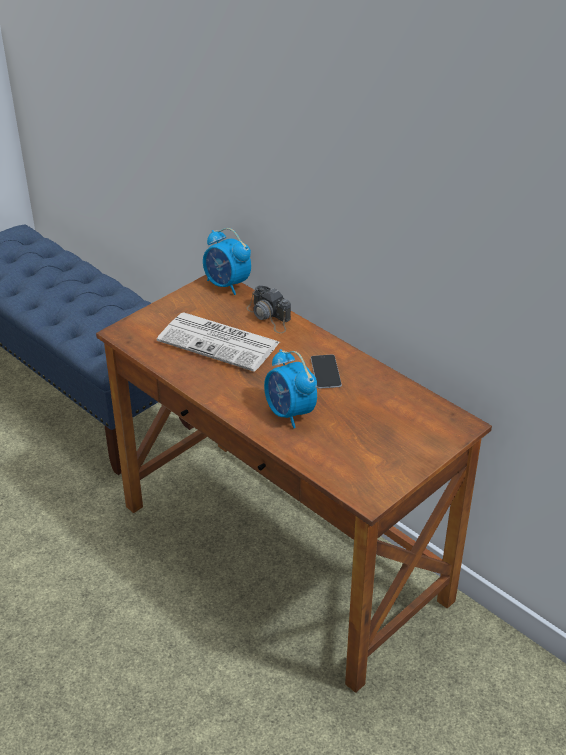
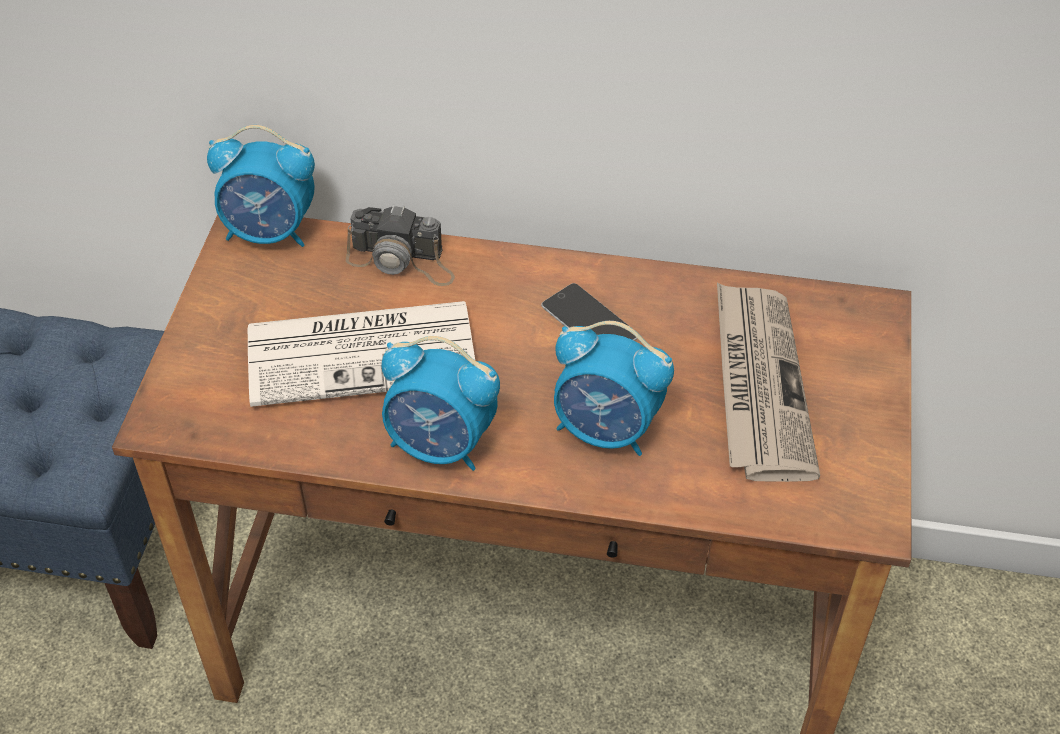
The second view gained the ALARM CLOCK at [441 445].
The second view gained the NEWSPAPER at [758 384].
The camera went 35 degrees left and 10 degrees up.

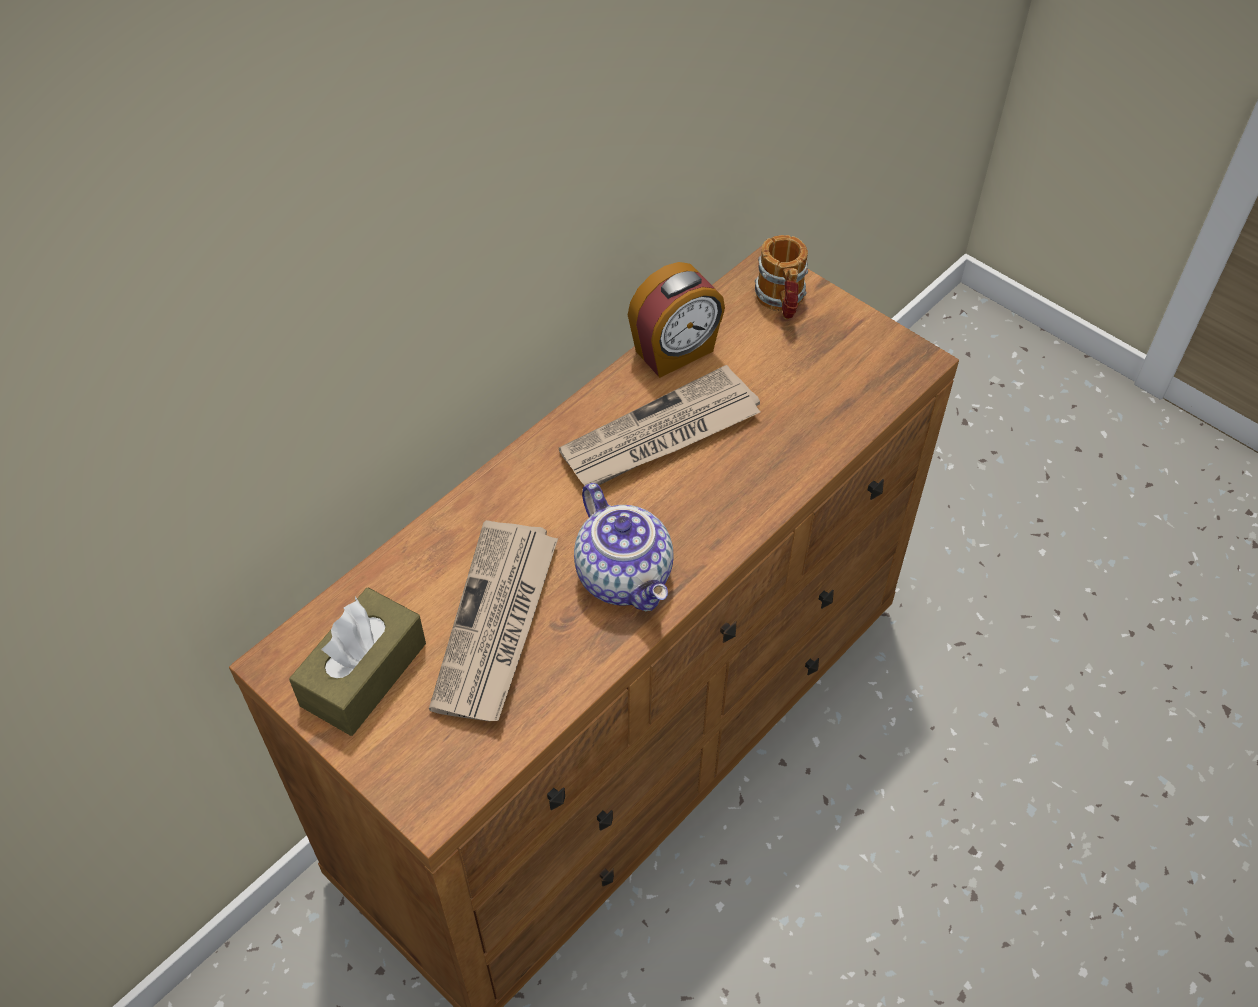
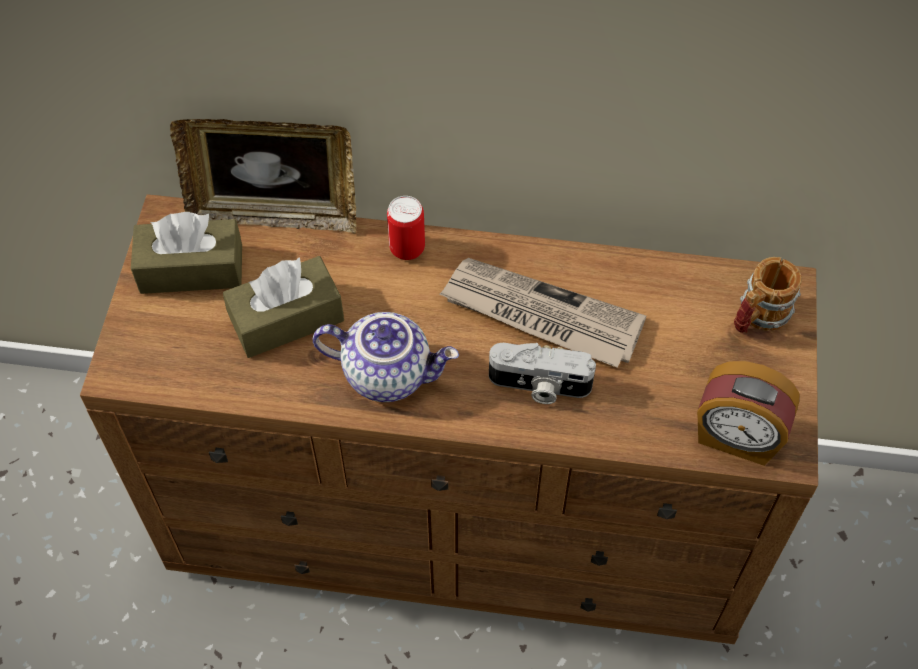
The second view gained the PICTURE FRAME at [274 214].
The second view gained the CAN at [407 248].
The second view gained the PHOTO CAMERA at [539 386].
The ALARM CLOCK ended up elsewhere, having gone from [675 352] to [736 437].
Where the NEWSPAPER stood at [497 624], the BROWN TISSUE BOX came to stand at [286 319].
The TEAPOT at [626 576] ended up facing another way, 105 degrees counterclockwise from before.
The camera went 55 degrees right and 5 degrees up.

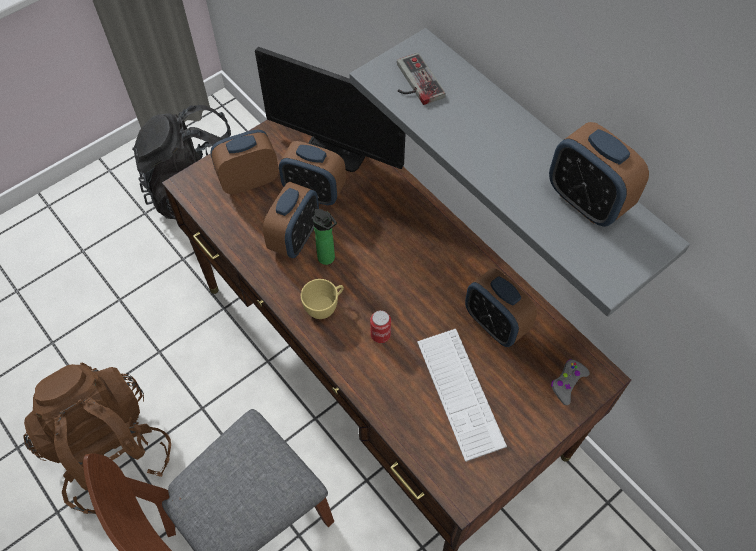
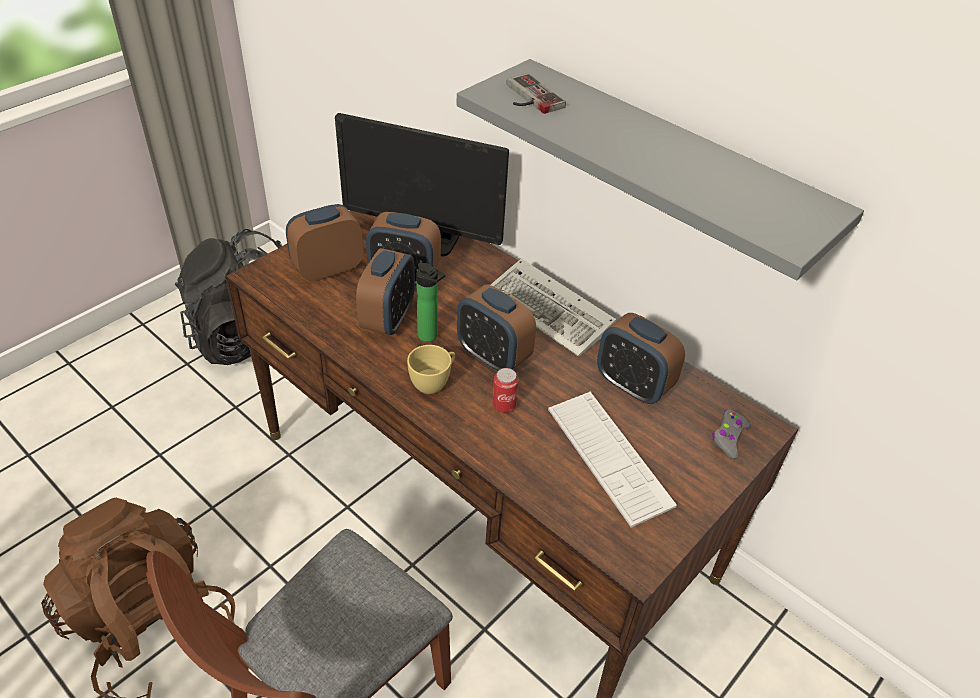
The second view gained the KEYBOARD at [551 312].
The ALARM CLOCK ended up elsewhere, having gone from [586 201] to [493 356].
The camera went 10 degrees left and 15 degrees down.

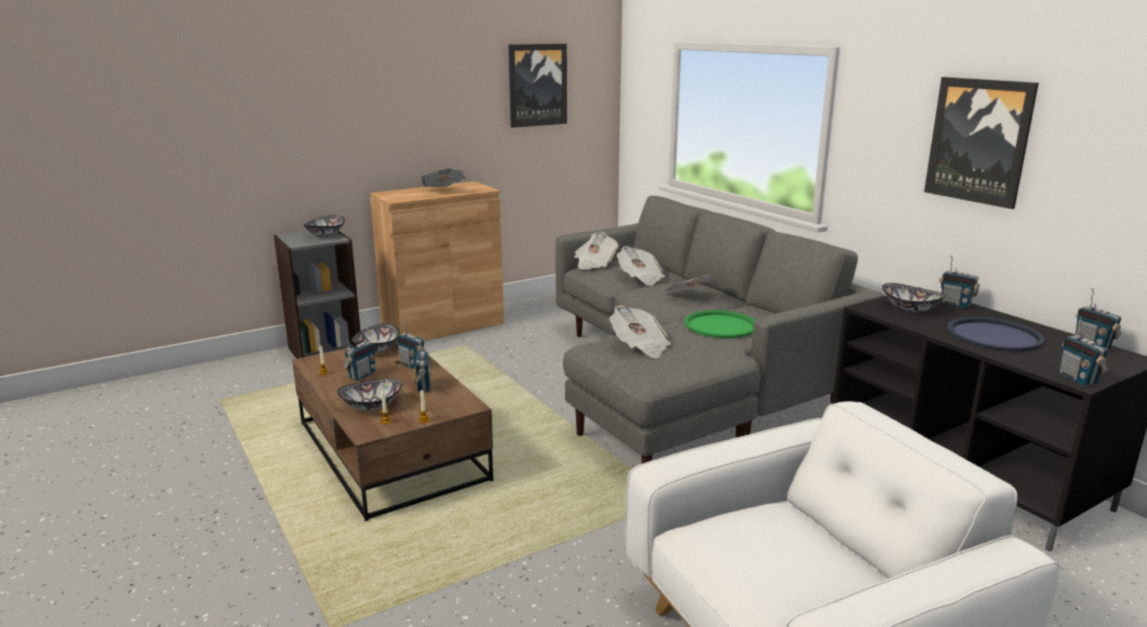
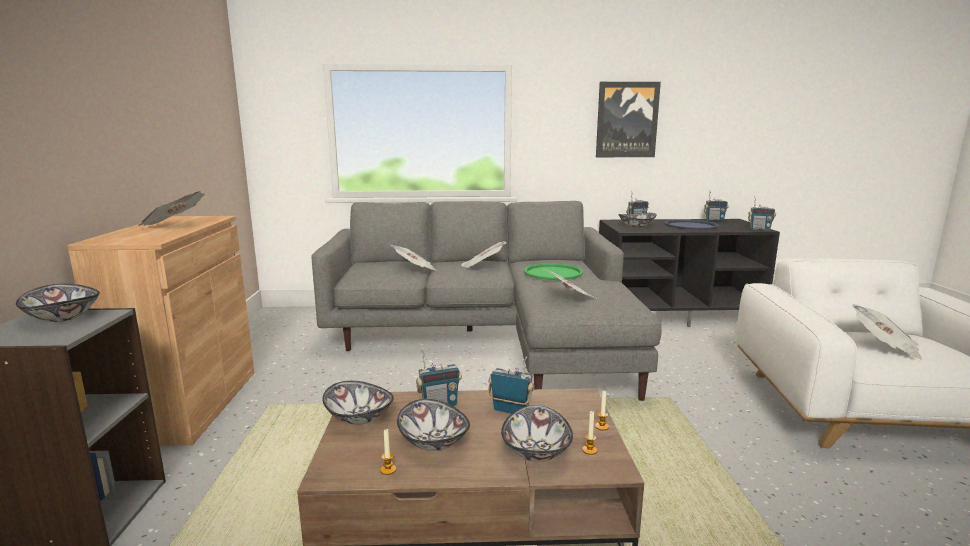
The second view lost the PICTURE at [537 85].
The NEWSPAPER ended up elsewhere, having gone from [594 263] to [884 347].
Where the RADIO stood at [362 375], the BOWL came to stand at [433 442].
The camera went 60 degrees left and 5 degrees down.

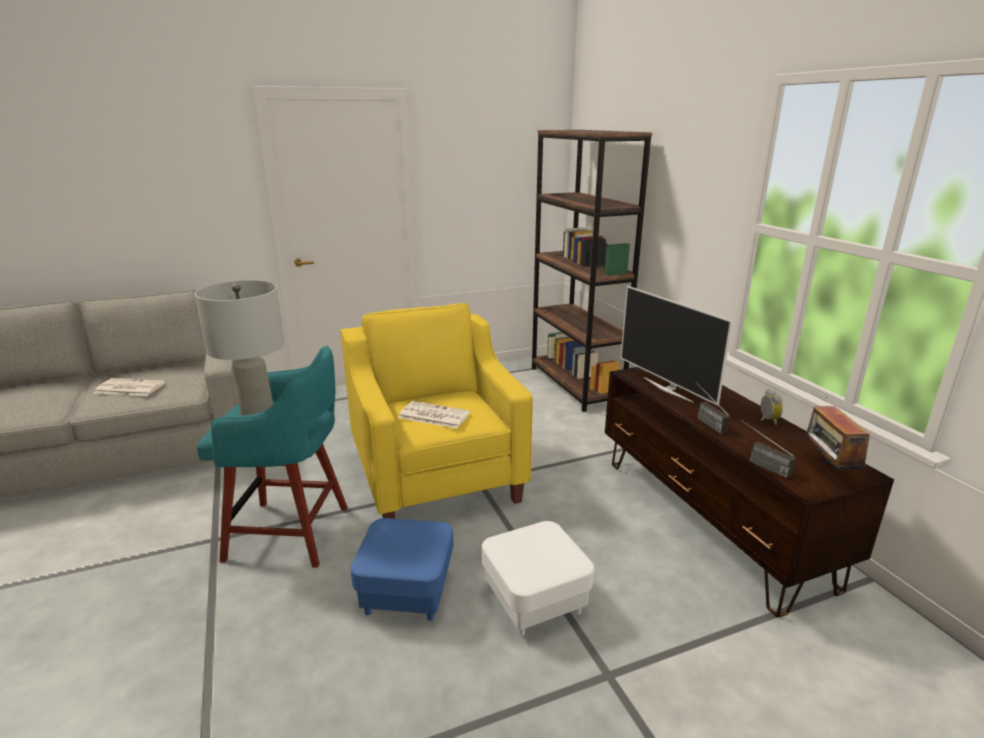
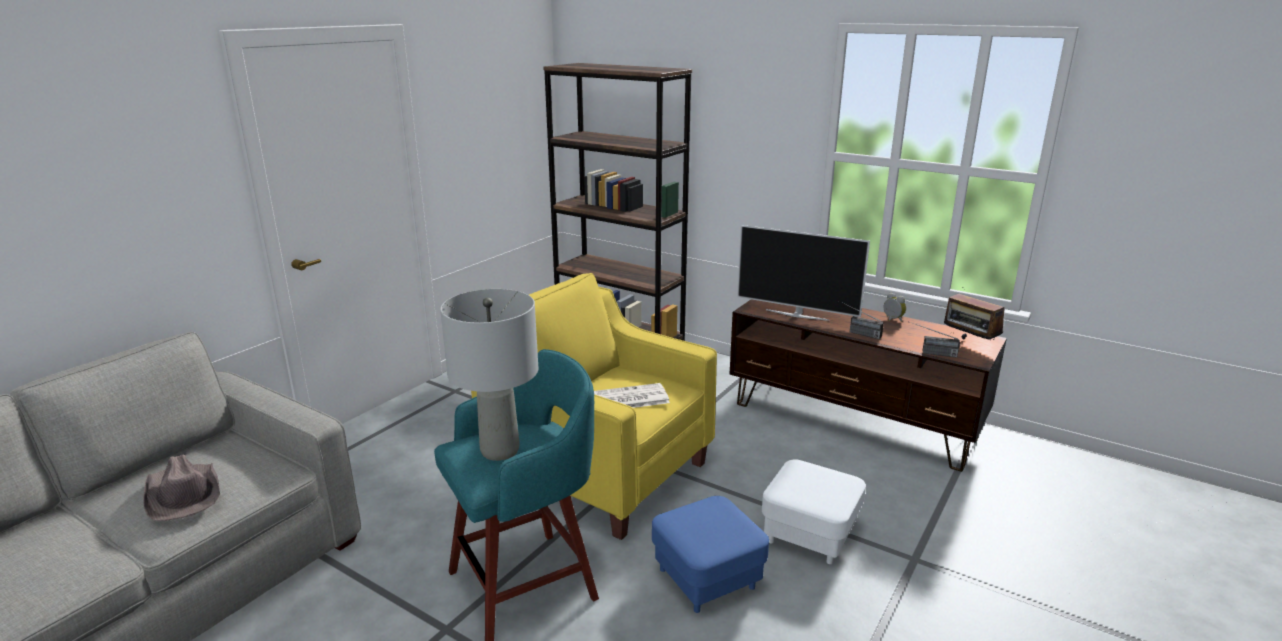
Where the NEWSPAPER stood at [129 388], the BROWN HAT came to stand at [183 494].
The camera went 35 degrees left and 0 degrees up.

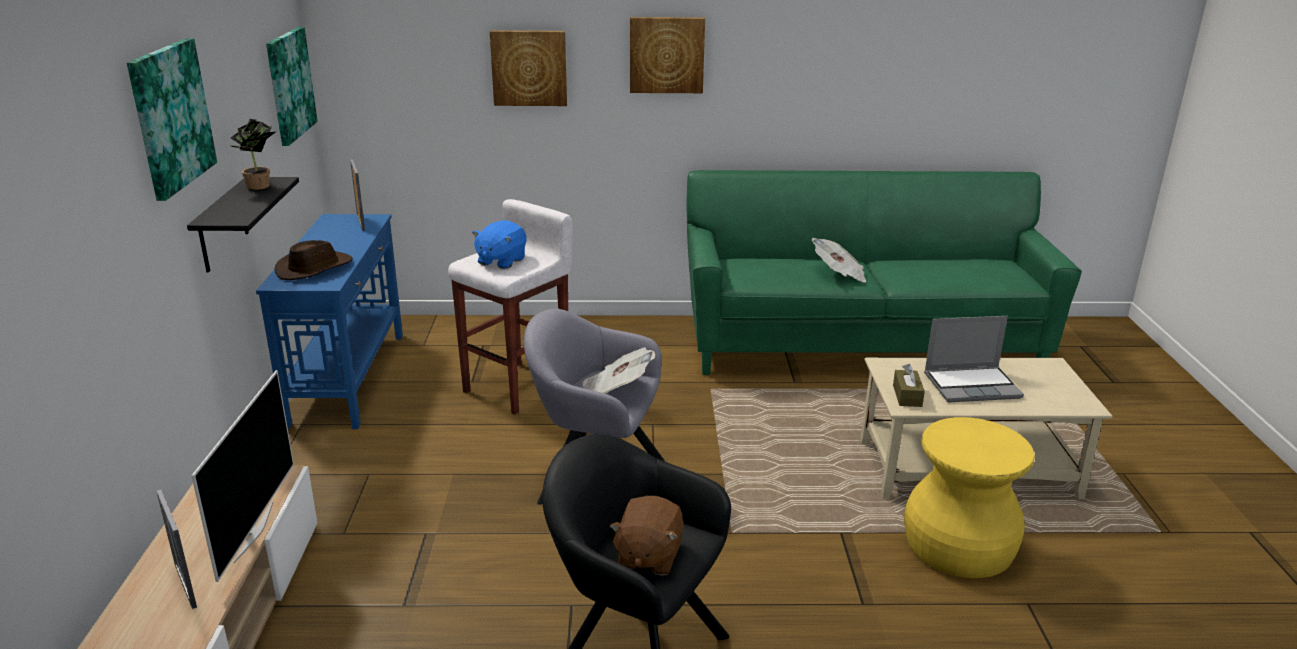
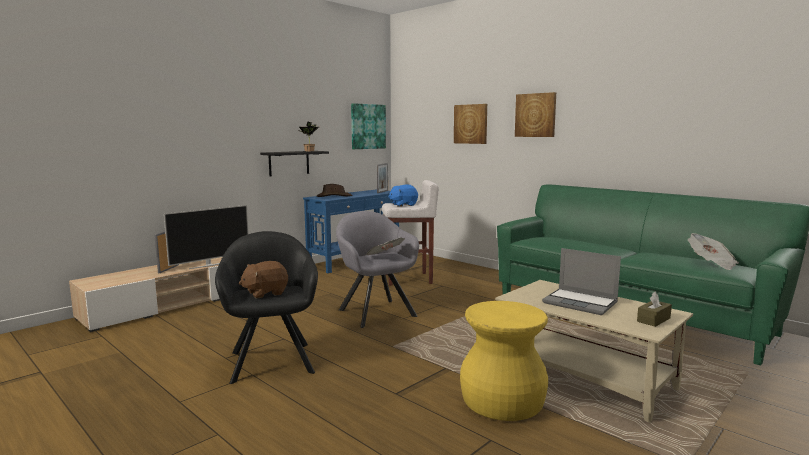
The second view lost the PICTURE at [170 117].
The NEWSPAPER ended up elsewhere, having gone from [839 274] to [711 263].
The BROWN TISSUE BOX ended up elsewhere, having gone from [907 396] to [653 320].
The camera went 45 degrees right and 15 degrees down.

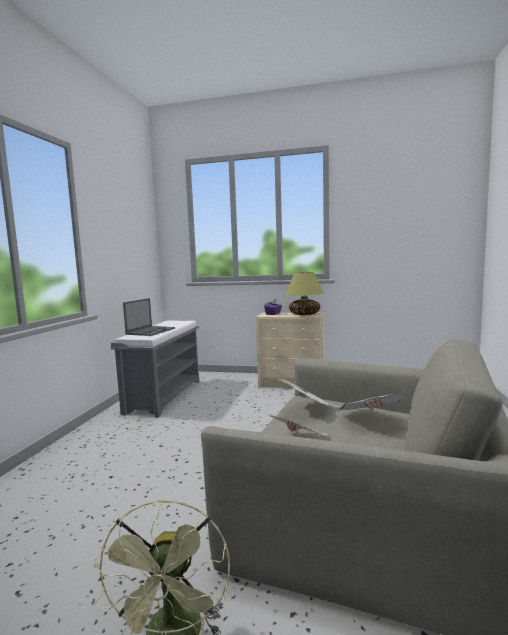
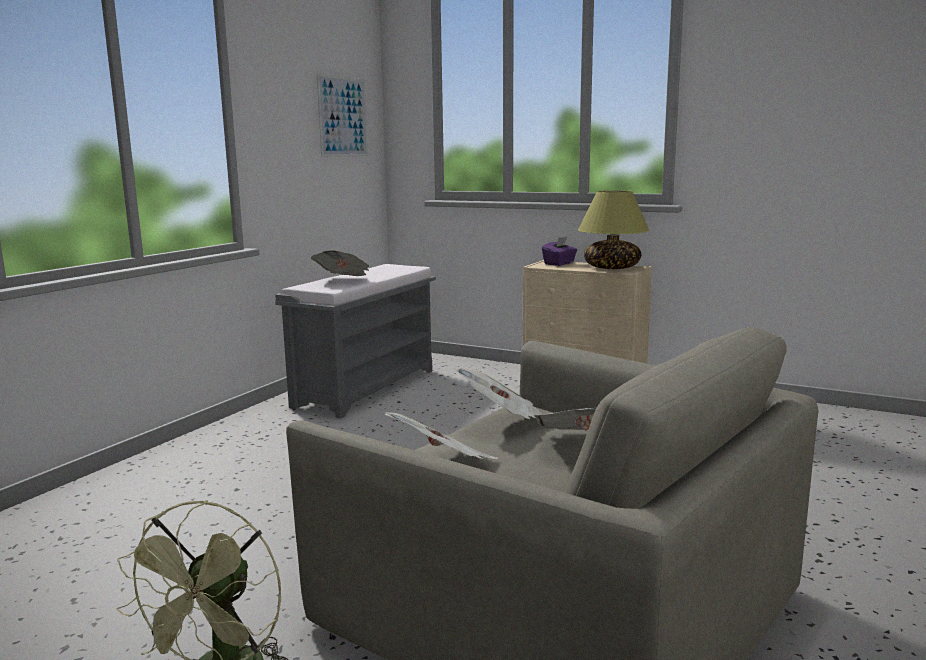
The second view gained the PICTURE at [343 117].
Where the LAPTOP stood at [151 331], the NEWSPAPER came to stand at [343 280].
The camera went 15 degrees right and 5 degrees up.

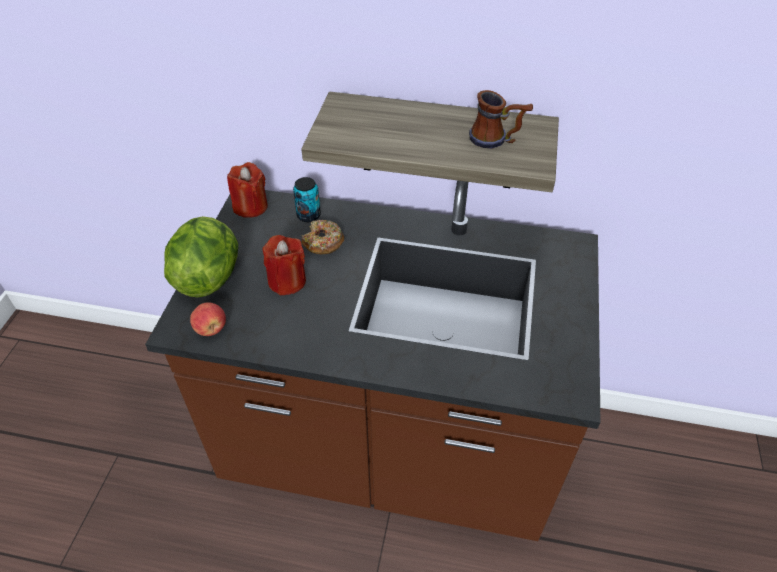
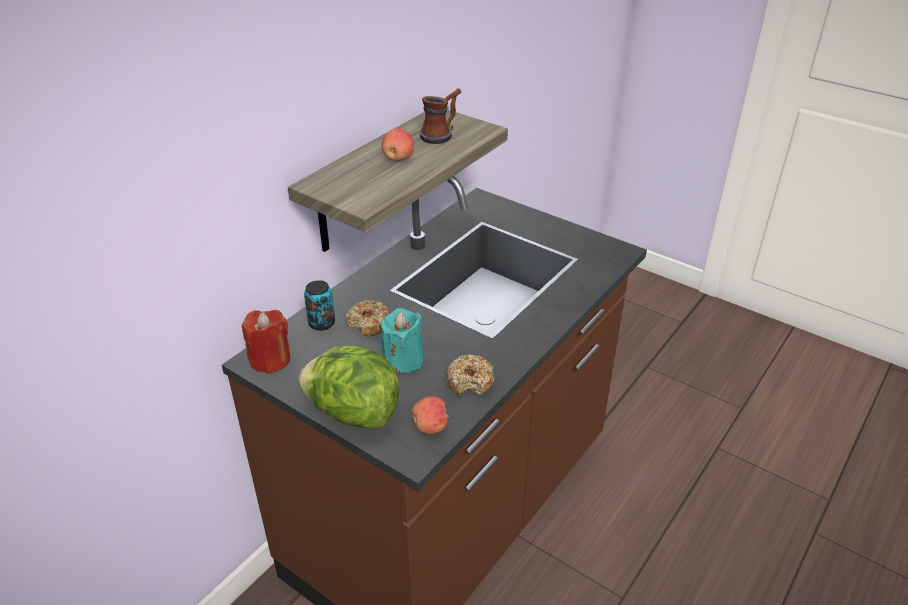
The second view gained the APPLE at [398 158].
The second view gained the DONUT at [470 381].
What was the RED CANDLE at [287 281] turned into the TURQUOISE CANDLE at [403 360].
The camera went 65 degrees left and 10 degrees down.

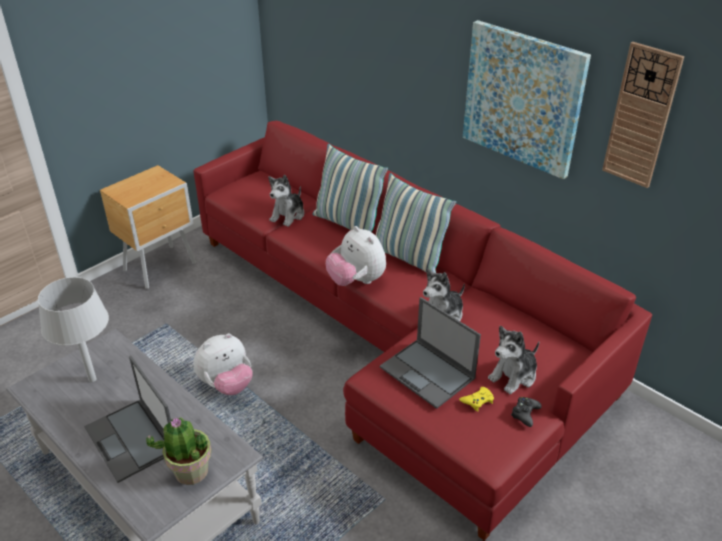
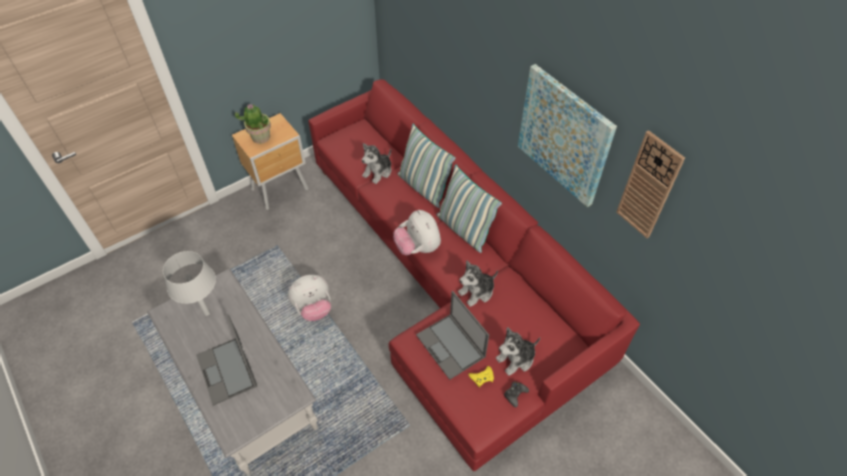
The POTTED PLANT ended up elsewhere, having gone from [190 471] to [260 137].
The camera went 10 degrees right and 15 degrees up.

